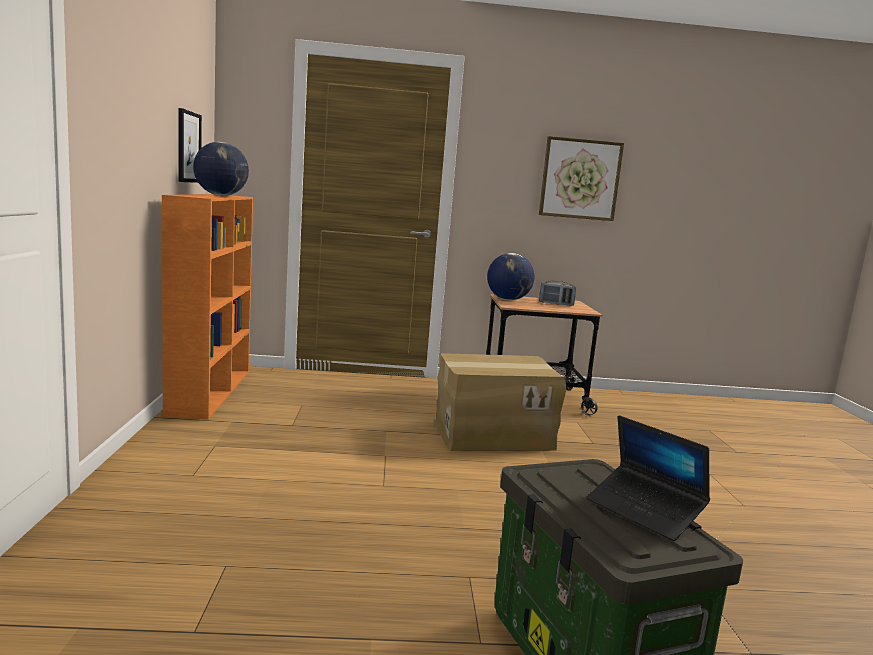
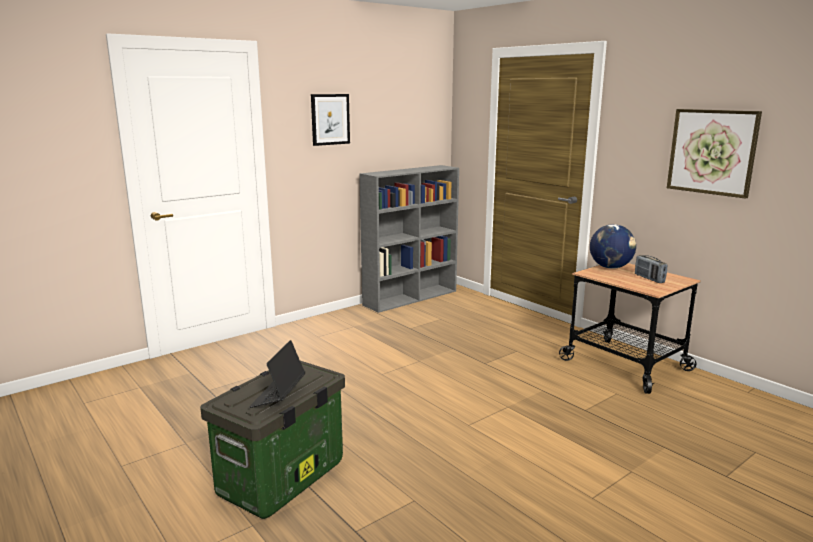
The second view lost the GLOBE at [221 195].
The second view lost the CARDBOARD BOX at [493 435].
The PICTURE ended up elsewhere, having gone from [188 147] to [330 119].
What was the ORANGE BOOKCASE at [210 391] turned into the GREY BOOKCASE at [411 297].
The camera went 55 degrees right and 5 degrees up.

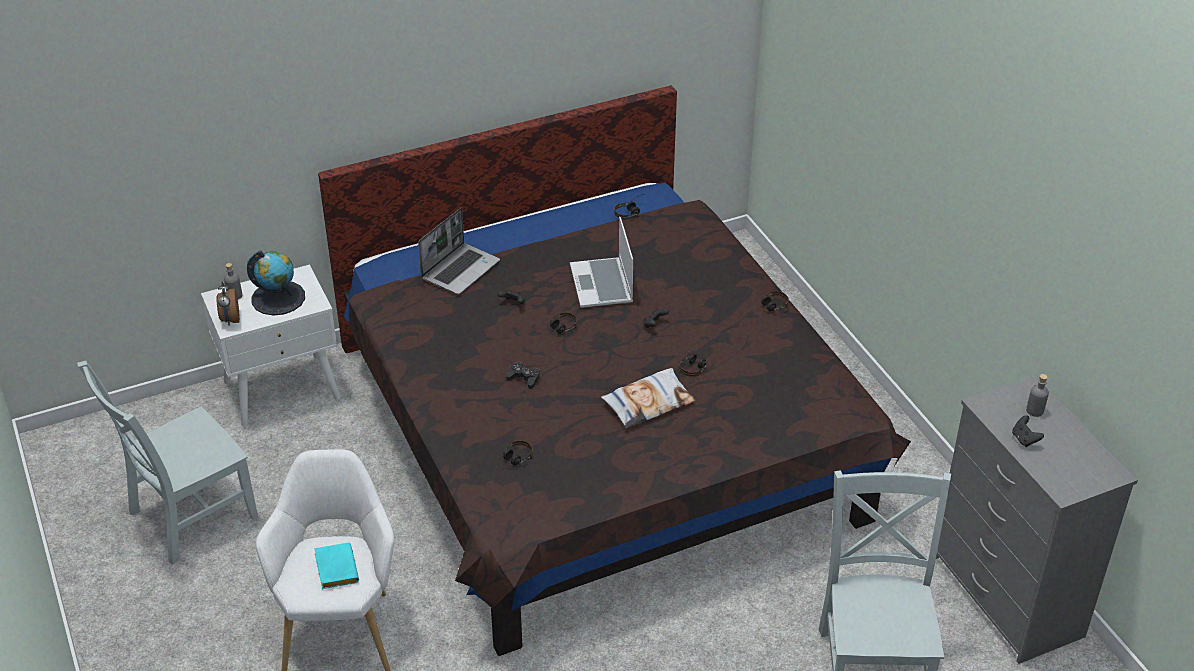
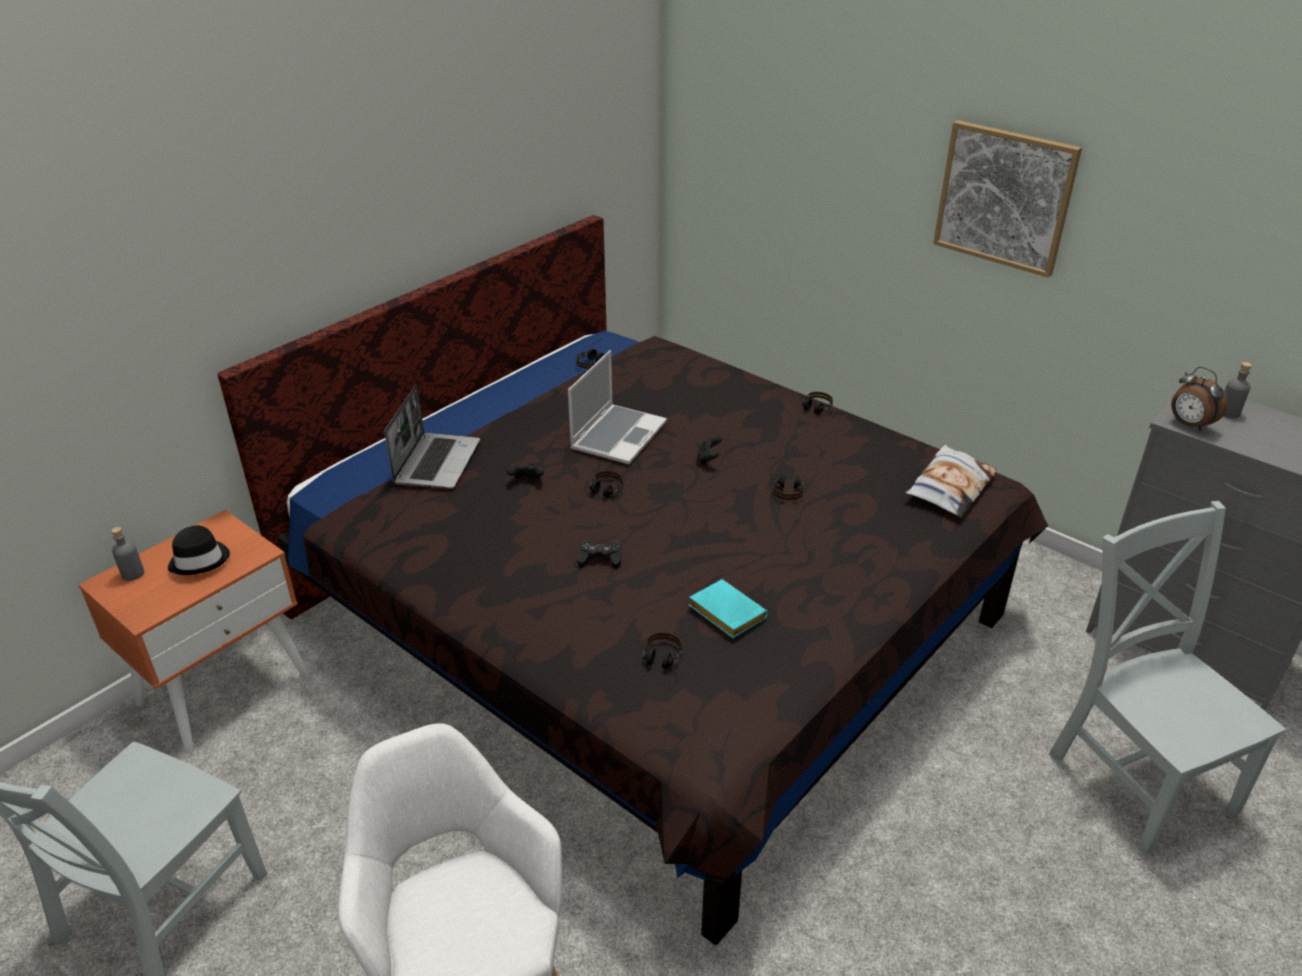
The second view lost the BLACK GAME CONTROLLER at [1024 439].
The second view gained the PICTURE at [1005 197].
The ALARM CLOCK ended up elsewhere, having gone from [230 319] to [1189 425].
The TURQUOISE BOOK ended up elsewhere, having gone from [335 568] to [724 613].
The PILLOW ended up elsewhere, having gone from [648 403] to [949 487].
Where the GLOBE stood at [278 298], the BLACK HAT came to stand at [200 559].
What was the WHITE NIGHTSTAND at [282 389] turned into the ORANGE NIGHTSTAND at [224 687].
The LAPTOP at [602 285] ended up facing another way, 120 degrees counterclockwise from before.
The camera went 25 degrees left and 5 degrees down.

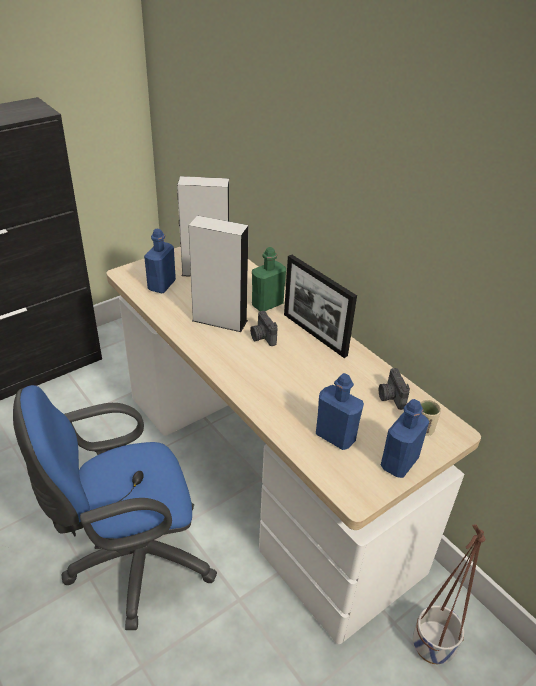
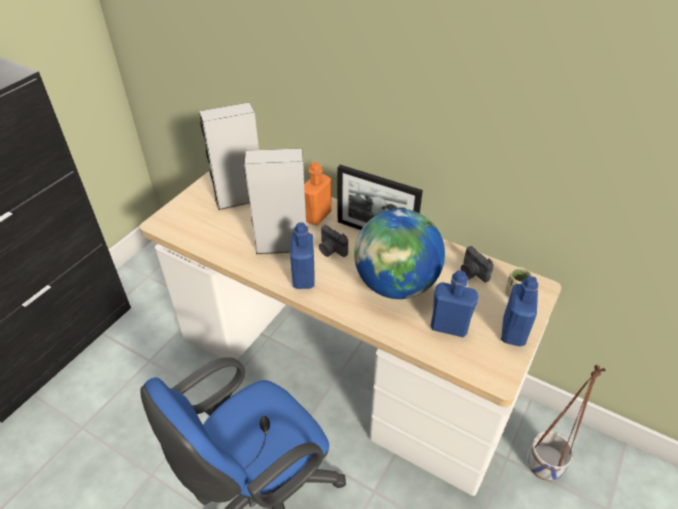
The second view gained the GLOBE at [396 285].
The BLUE BOTTLE ended up elsewhere, having gone from [161 285] to [303 278].
What was the GREEN BOTTLE at [267 304] turned into the ORANGE BOTTLE at [317 216].
The camera went 20 degrees left and 5 degrees up.

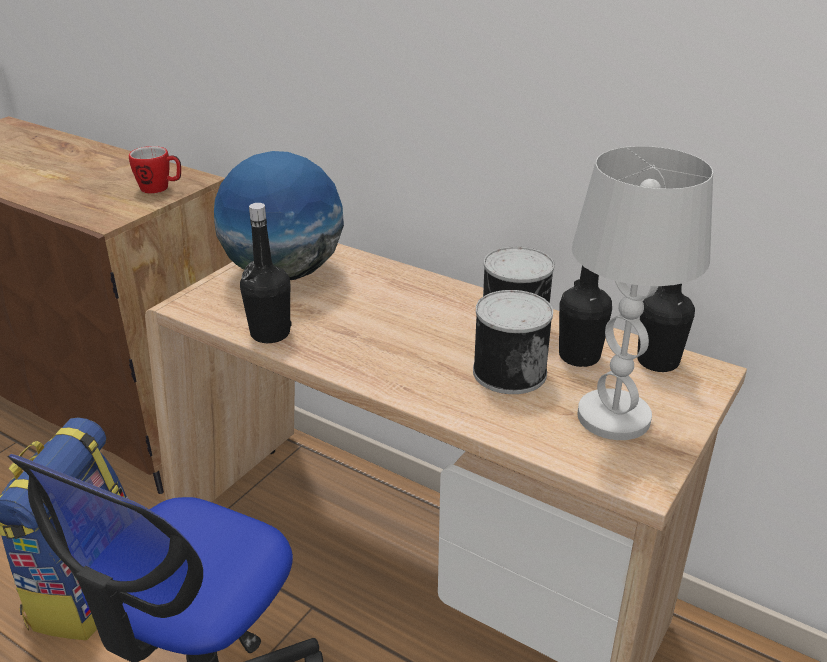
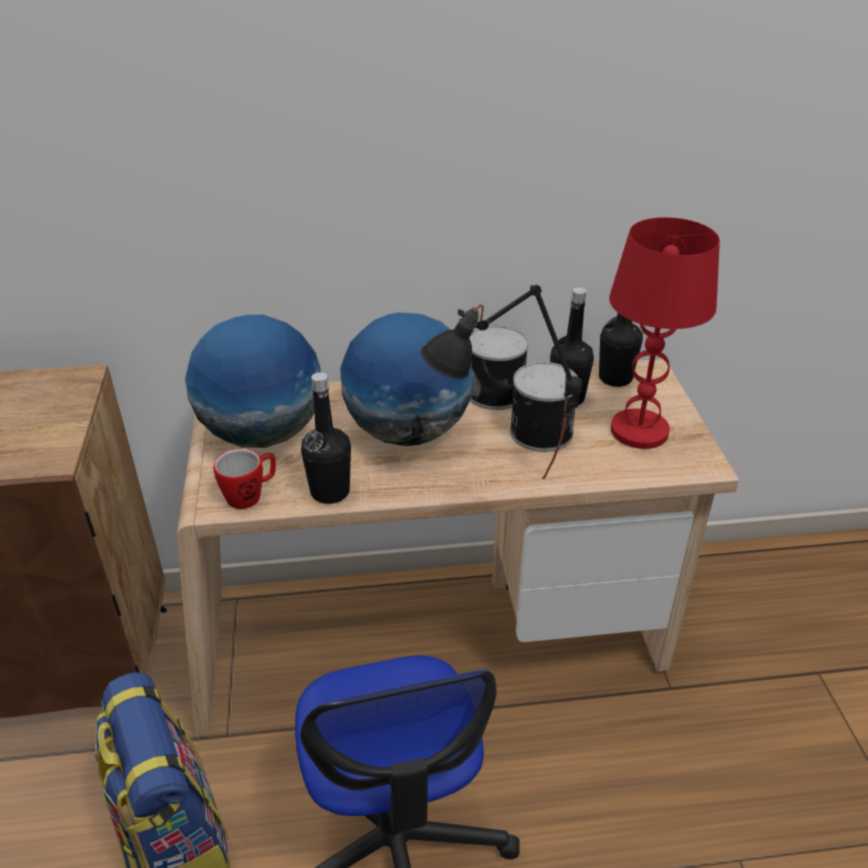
The second view gained the GLOBE at [408 432].
The second view gained the BLACK TABLE LAMP at [496 494].
The MUG ended up elsewhere, having gone from [160 188] to [250 495].
What was the WHITE TABLE LAMP at [612 417] turned into the RED TABLE LAMP at [638 431].
The camera went 40 degrees left and 5 degrees up.

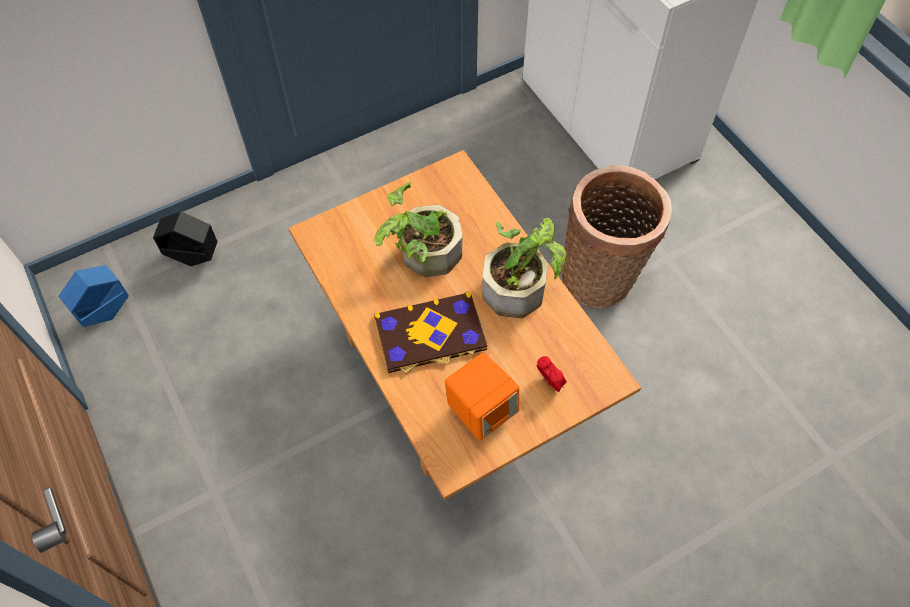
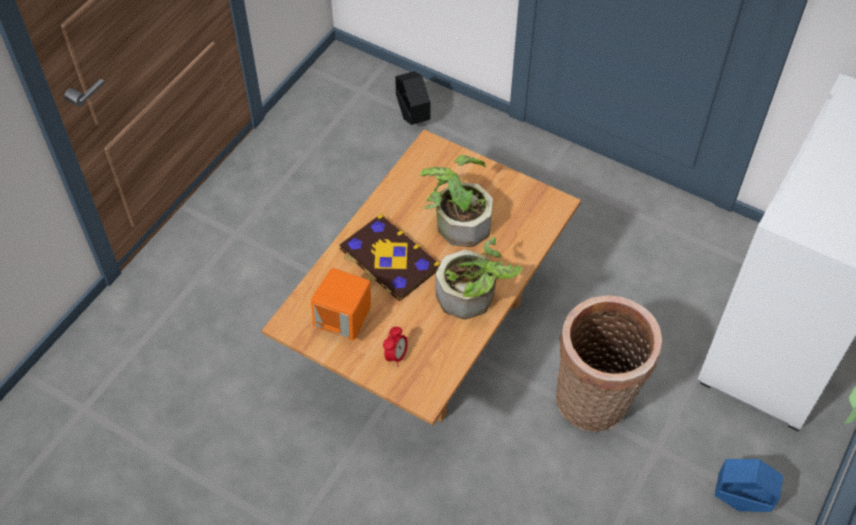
The BLUE PLANTER ended up elsewhere, having gone from [106 312] to [740 499].
The camera went 60 degrees right and 5 degrees down.

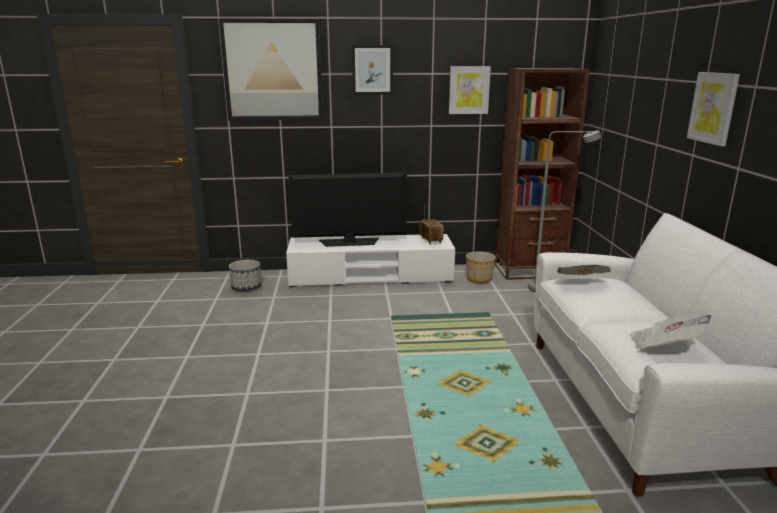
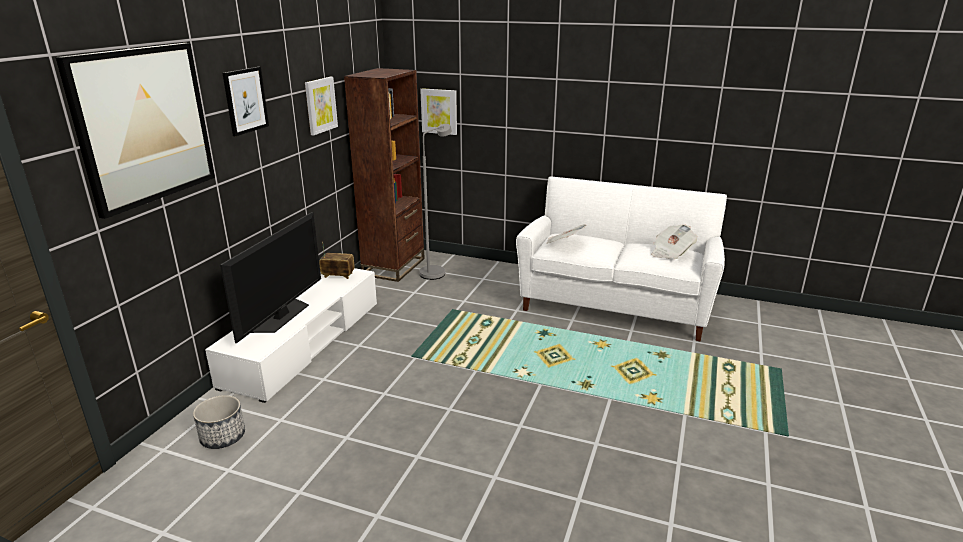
The second view lost the PLANTER at [479 279].
The PICTURE ended up elsewhere, having gone from [713 108] to [439 111].
The camera went 65 degrees left and 5 degrees up.

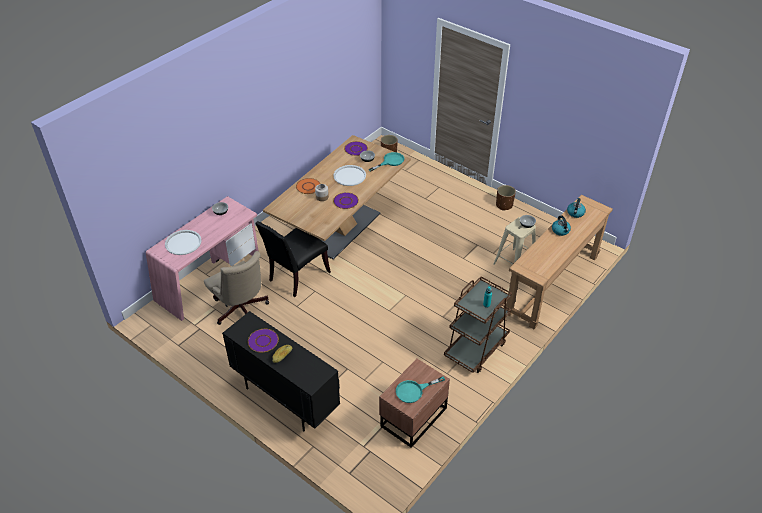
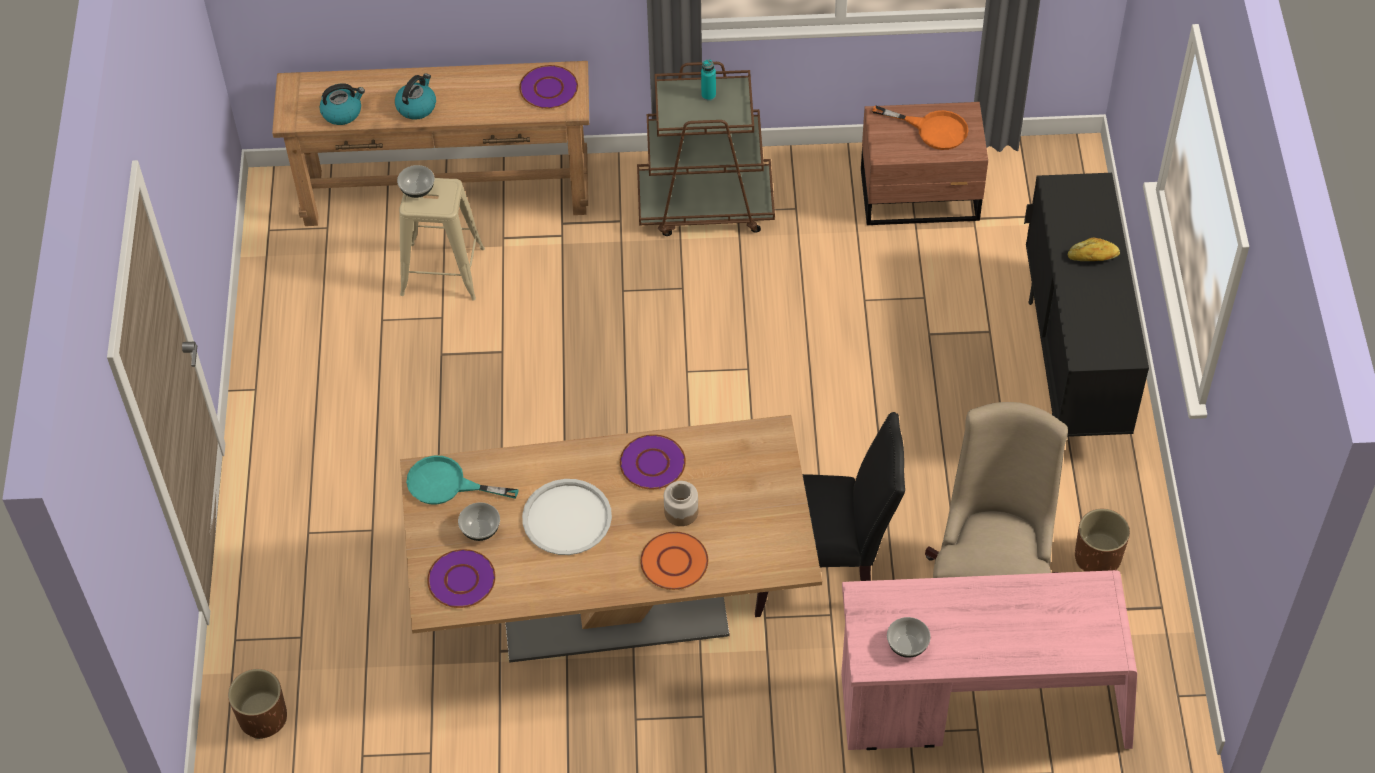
The second view lost the WHITE TRAY at [183 243].
The PURPLE PLATE ended up elsewhere, having gone from [263 341] to [549 88].
The BROWN PLANTER ended up elsewhere, having gone from [504 205] to [1097 557].
What was the TURQUOISE FRYING PAN at [414 391] turned into the ORANGE FRYING PAN at [933 129].
The camera went 130 degrees left and 10 degrees up.

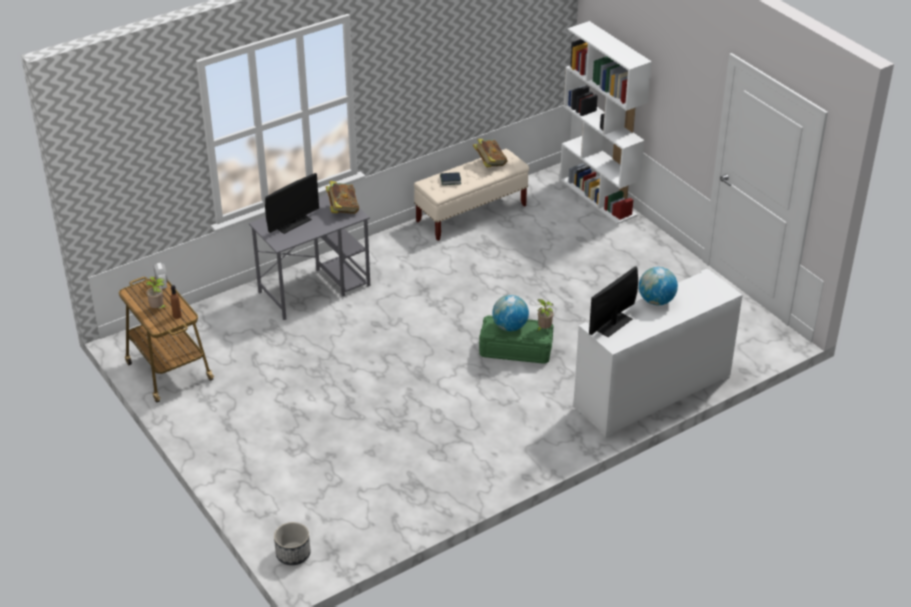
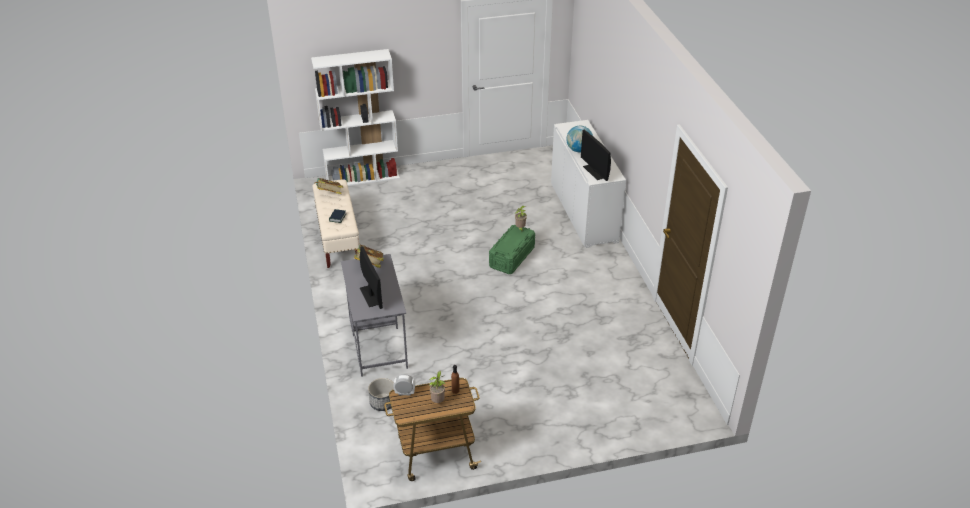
The second view lost the GLOBE at [510 327].
The PLANTER ended up elsewhere, having gone from [293 554] to [383 402].
The camera went 70 degrees left and 0 degrees up.

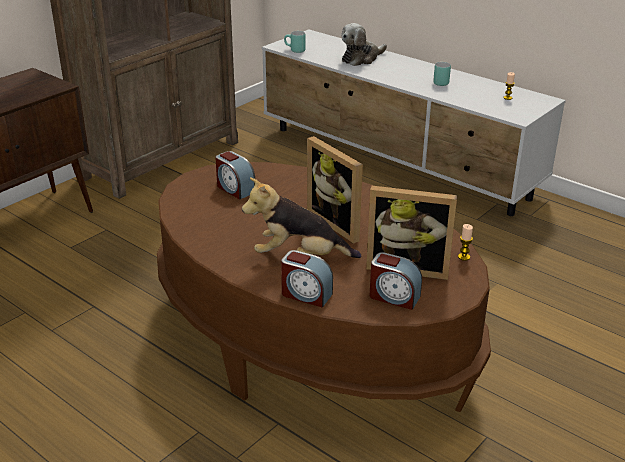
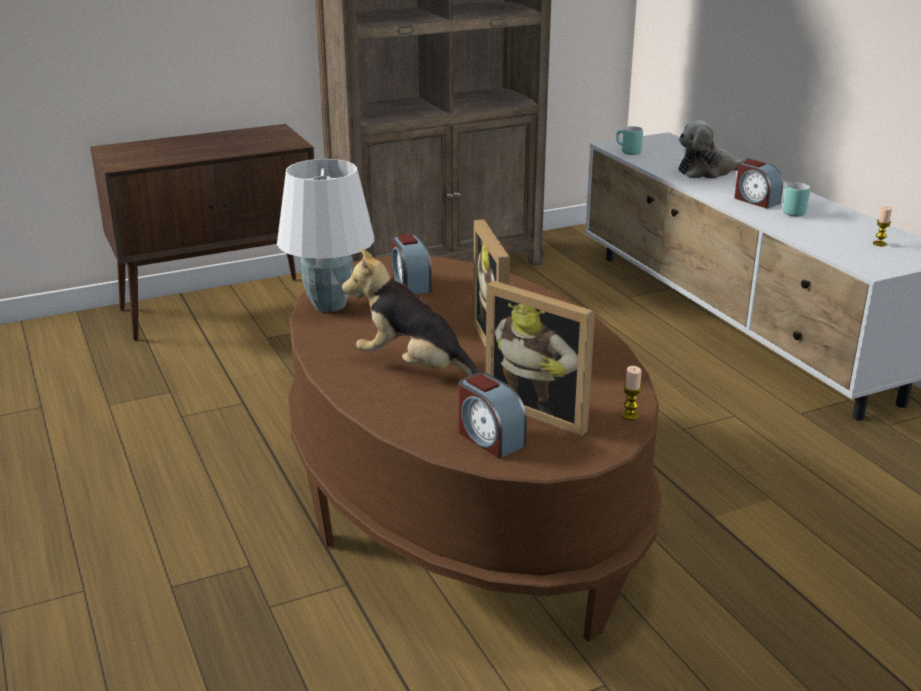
The second view gained the WHITE TABLE LAMP at [329 306].
The ALARM CLOCK ended up elsewhere, having gone from [306 294] to [755 200].
The camera went 25 degrees right and 5 degrees down.

